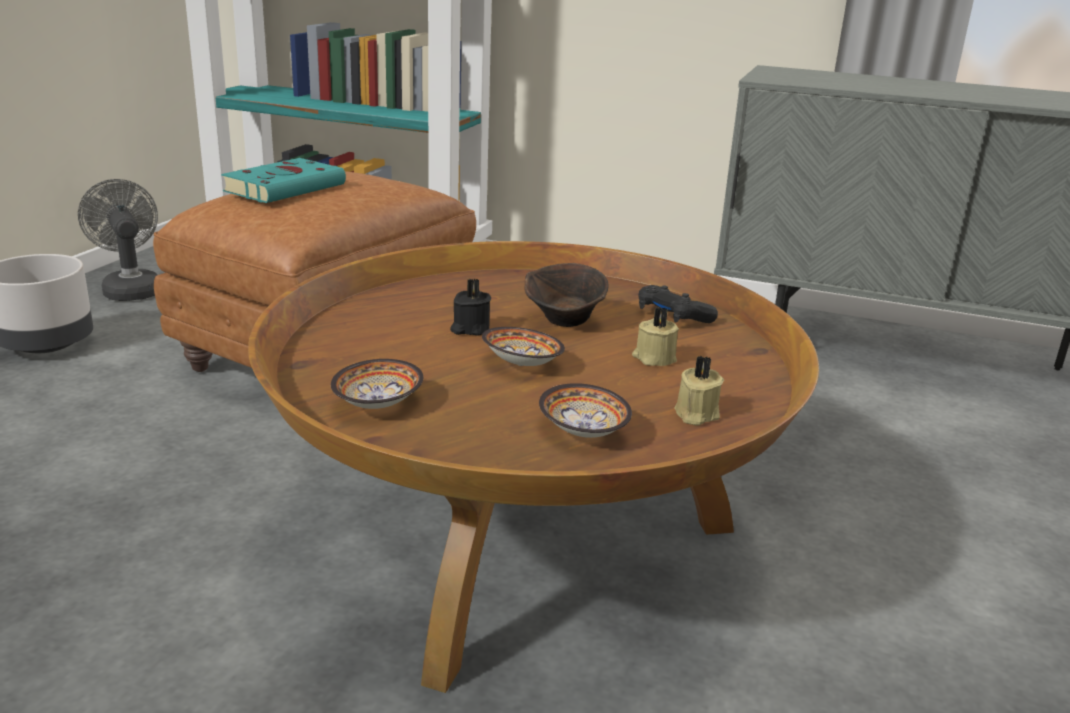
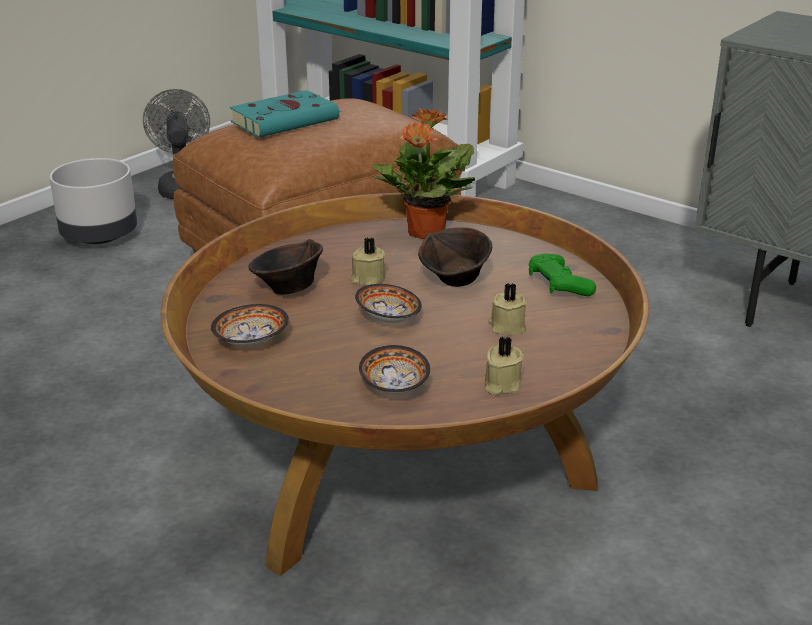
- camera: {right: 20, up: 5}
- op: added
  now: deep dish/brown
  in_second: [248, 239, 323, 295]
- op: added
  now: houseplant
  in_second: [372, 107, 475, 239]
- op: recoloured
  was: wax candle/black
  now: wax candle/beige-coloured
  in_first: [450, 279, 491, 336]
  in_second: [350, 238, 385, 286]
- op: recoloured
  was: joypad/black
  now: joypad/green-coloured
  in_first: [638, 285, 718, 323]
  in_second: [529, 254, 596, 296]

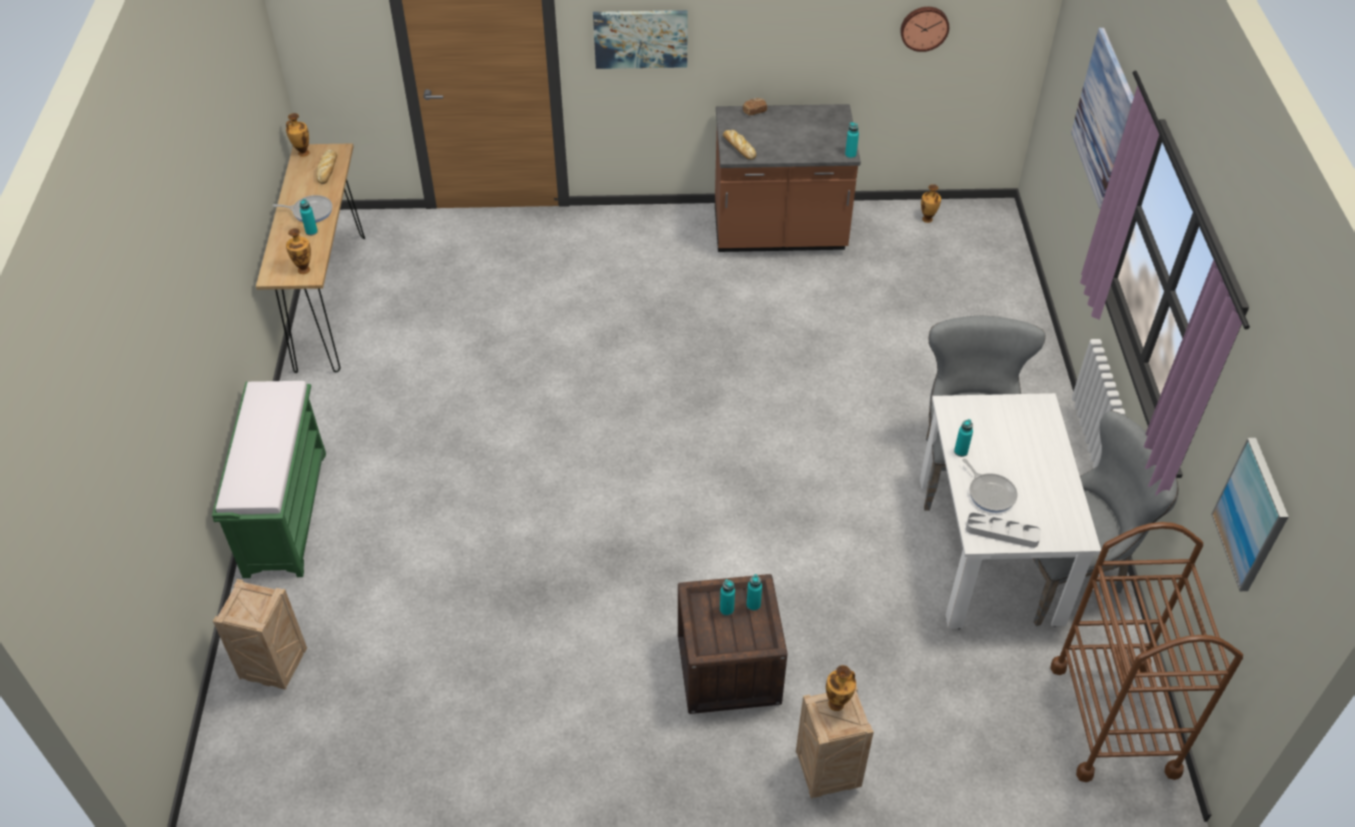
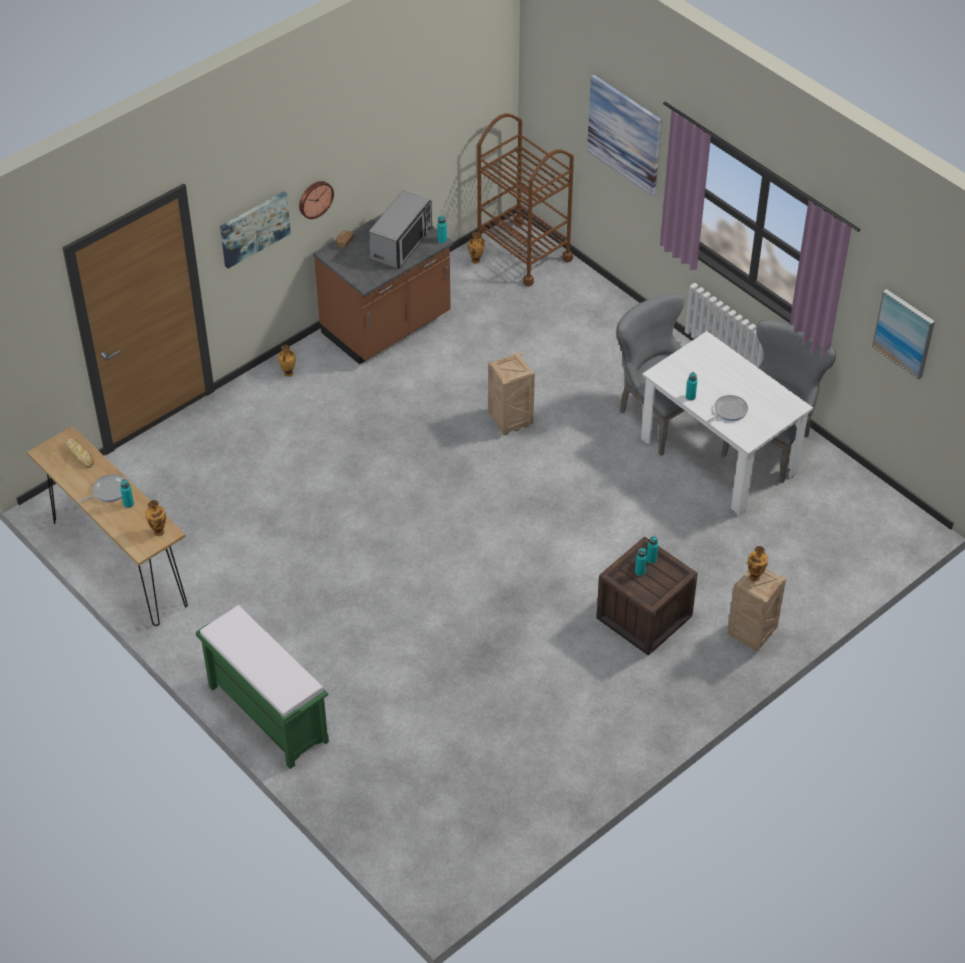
- camera: {right: -40, up: 0}
- op: removed
  was: baked bread
  in_first: [723, 130, 756, 160]
- op: removed
  was: serving tray/greyish
  in_first: [966, 512, 1041, 548]
- op: added
  now: kitchen microwave
  in_second: [369, 191, 432, 269]
- op: moved
  was: crate
  in_first: [213, 579, 307, 689]
  in_second: [488, 351, 535, 435]
- op: moved
  was: decorative vase
  in_first: [286, 113, 310, 157]
  in_second: [278, 345, 295, 377]
- op: moved
  was: clock on the wall
  in_first: [900, 7, 949, 52]
  in_second: [299, 181, 334, 219]
- op: moved
  was: trolley/brown
  in_first: [1050, 522, 1243, 782]
  in_second: [477, 113, 574, 287]
- op: turned
  was: skillet
  in_first: [962, 459, 1017, 513]
  in_second: [707, 395, 748, 423]
  clockwise: -60

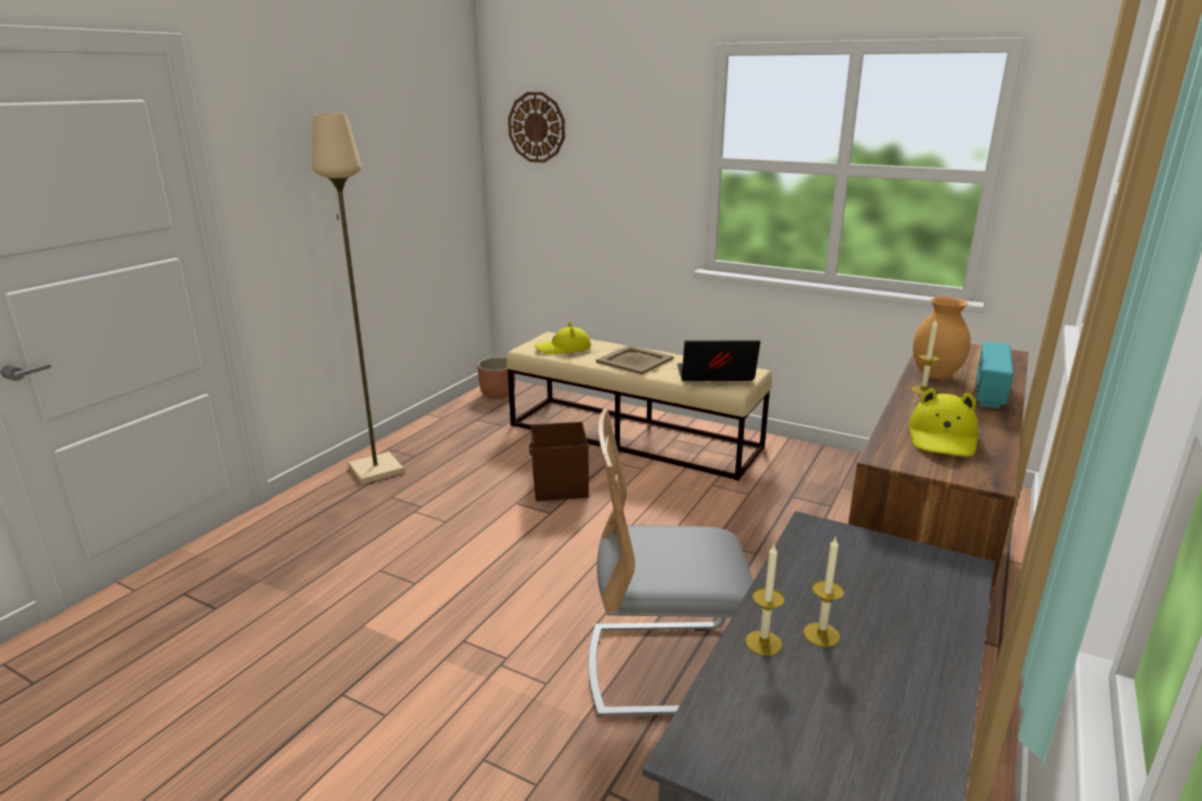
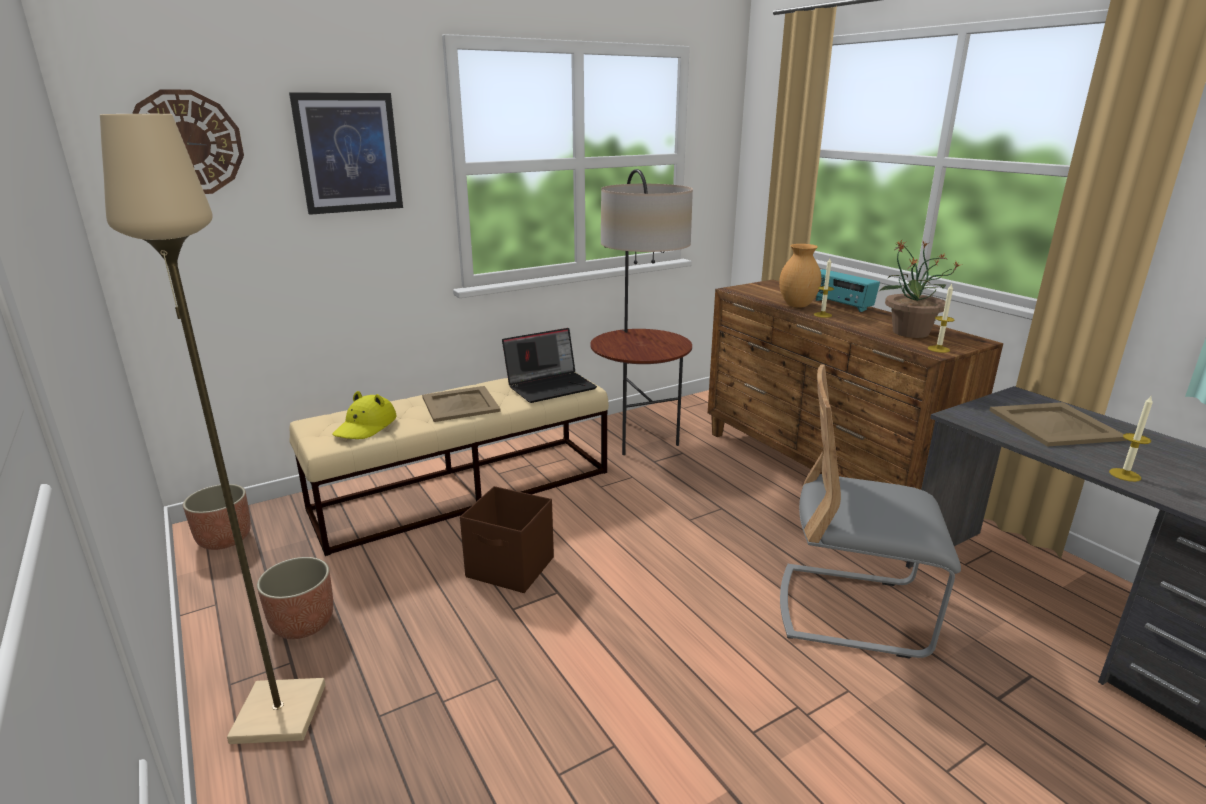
- camera: {right: -60, up: 0}
- op: added
  now: flower pot
  in_second: [257, 557, 333, 639]
- op: added
  now: wall picture
  in_second: [289, 92, 403, 215]
- op: added
  now: floor lamp
  in_second: [590, 169, 693, 455]
- op: added
  now: serving tray/beige-coloured
  in_second: [989, 402, 1127, 447]
- op: moved
  was: wax candle
  in_first: [803, 536, 844, 647]
  in_second: [928, 283, 955, 353]
- op: replaced
  was: wearable hat/yellowish
  now: houseplant
  in_first: [909, 388, 978, 457]
  in_second: [878, 241, 960, 338]
- op: turned
  was: chair/greyish
  in_first: [588, 409, 753, 717]
  in_second: [780, 364, 961, 658]
  clockwise: 75
- op: turned
  was: notebook computer
  in_first: [677, 340, 761, 381]
  in_second: [502, 328, 597, 403]
  clockwise: -150

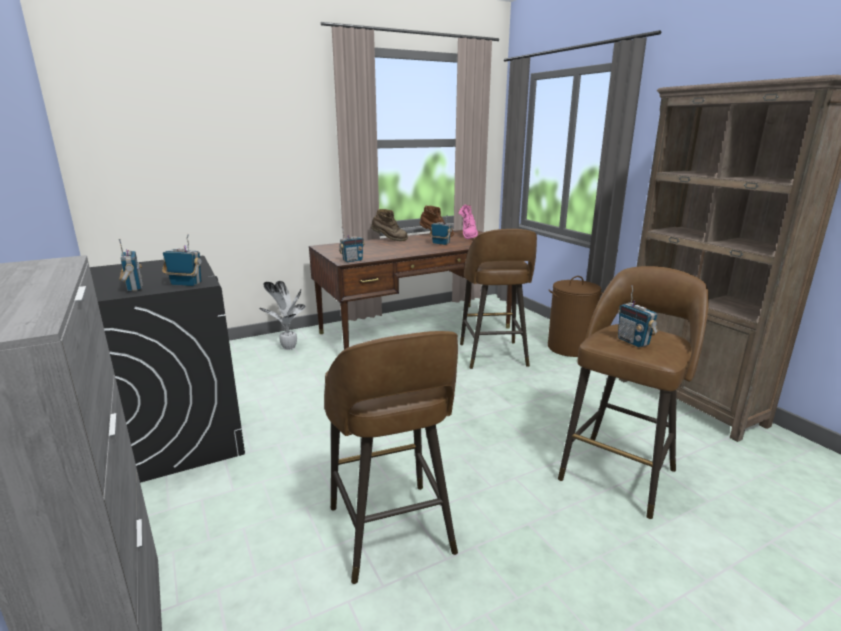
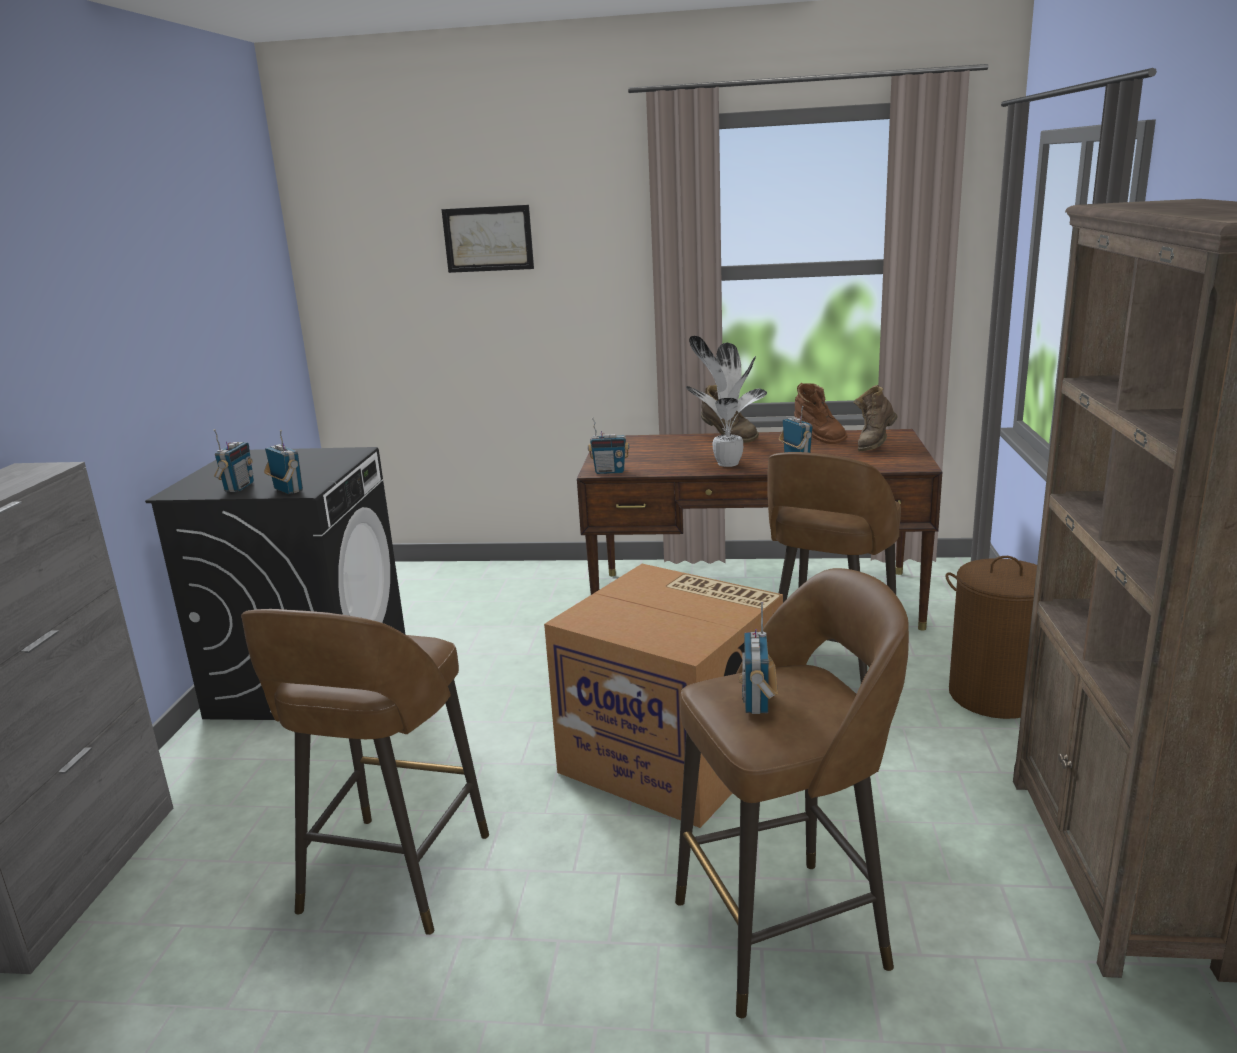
- camera: {right: 35, up: 0}
- op: added
  now: wall picture
  in_second: [441, 205, 534, 273]
- op: added
  now: carton
  in_second: [544, 564, 783, 828]
- op: moved
  was: houseplant
  in_first: [259, 281, 306, 350]
  in_second: [686, 336, 767, 467]
- op: recoloured
  was: boot/pink-coloured
  now: boot/brown
  in_first: [458, 204, 478, 239]
  in_second: [854, 385, 897, 451]

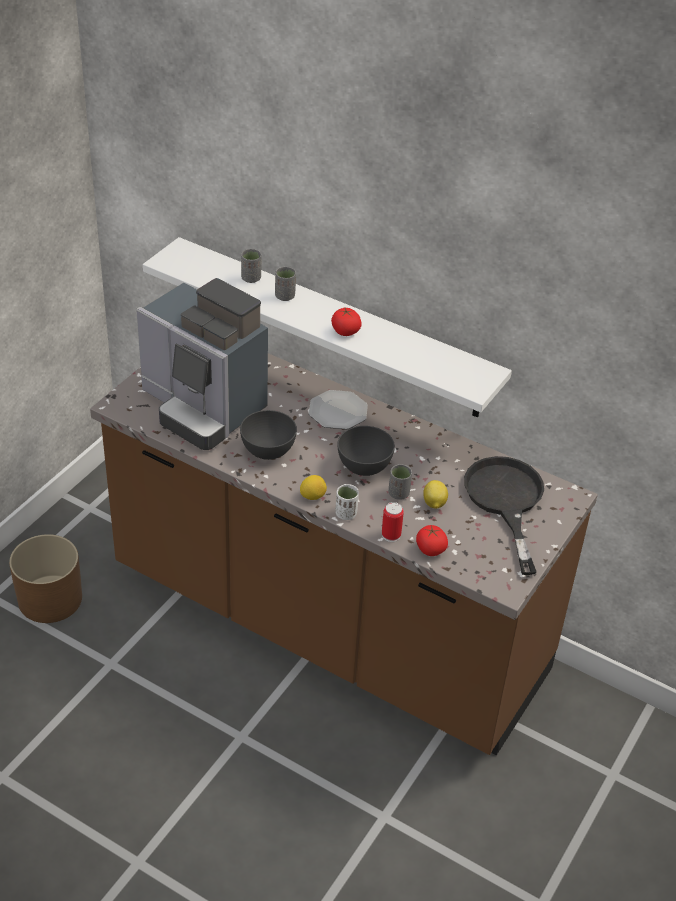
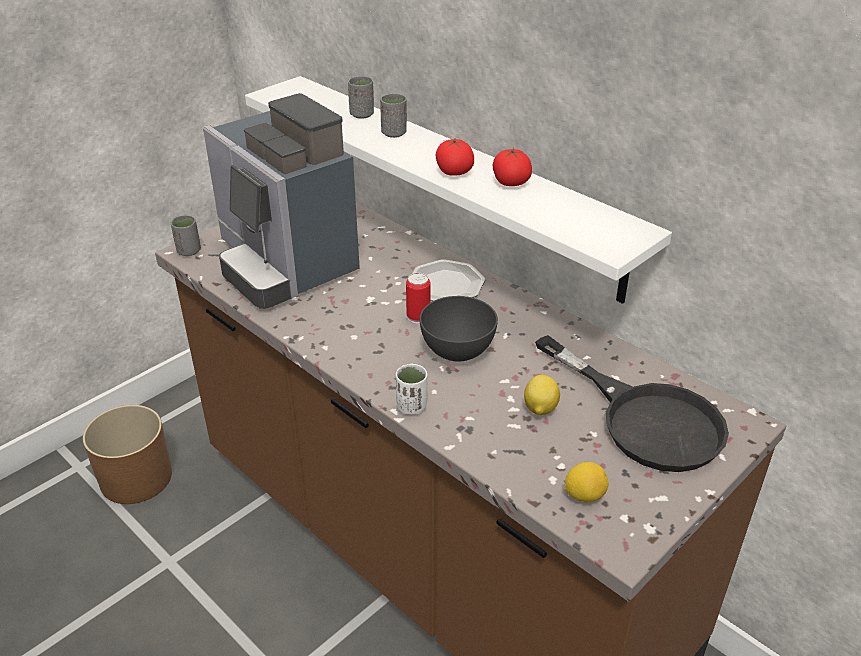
- camera: {right: 15, up: -5}
- op: removed
  was: deep dish/greyish
  in_first: [240, 410, 297, 460]
- op: moved
  was: citrus fruit
  in_first: [300, 475, 327, 500]
  in_second: [565, 462, 608, 502]
- op: moved
  was: can
  in_first: [382, 502, 404, 542]
  in_second: [406, 273, 430, 324]
- op: moved
  was: drinking cup/greyish
  in_first: [389, 464, 412, 500]
  in_second: [171, 215, 201, 256]
- op: moved
  was: whole tomato
  in_first: [416, 525, 448, 556]
  in_second: [493, 148, 532, 186]
- op: turned
  was: skillet/black
  in_first: [464, 456, 544, 575]
  in_second: [535, 335, 729, 472]
  clockwise: 135

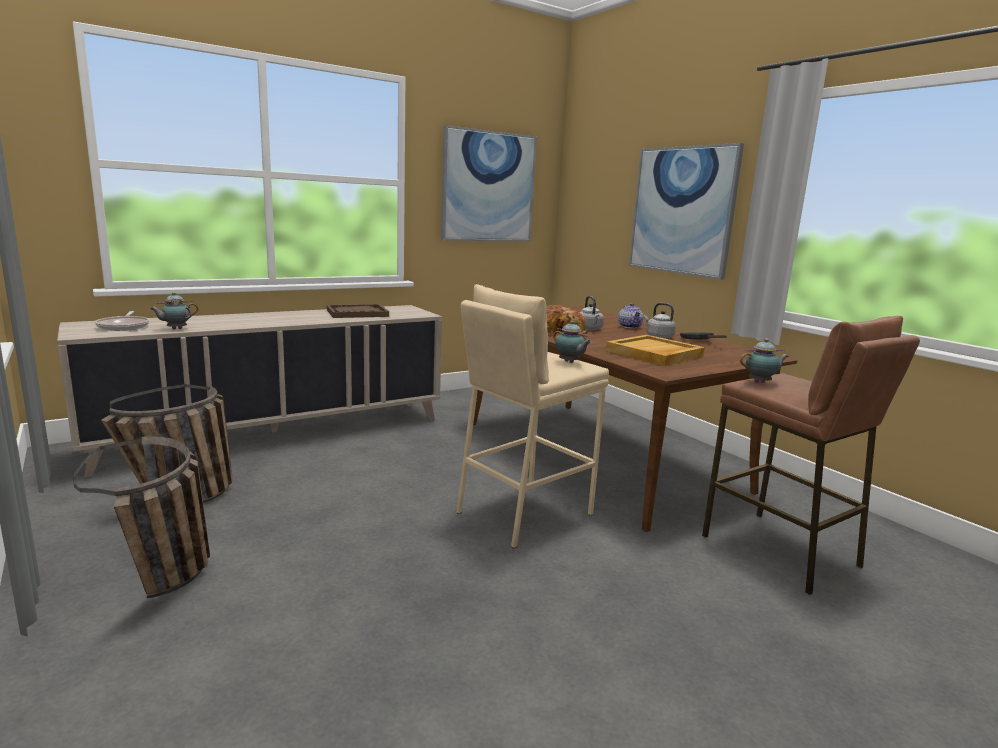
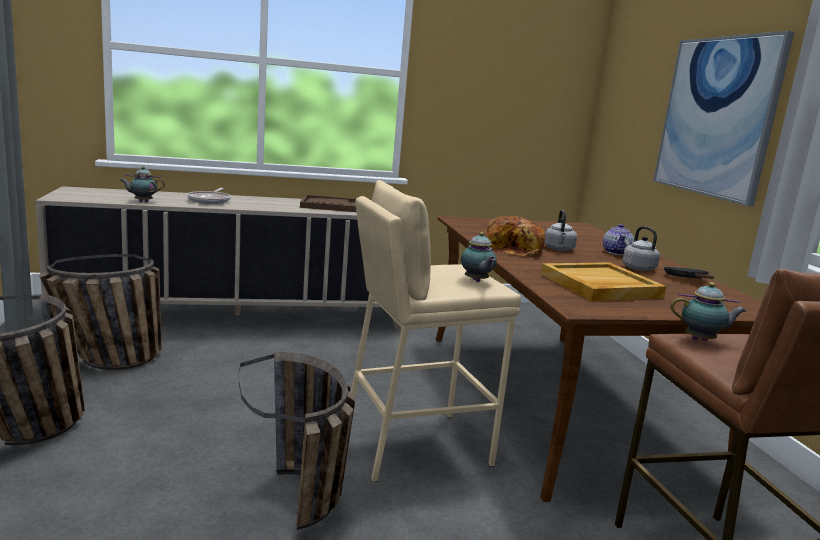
- camera: {right: 20, up: 0}
- op: removed
  was: wall picture
  in_first: [441, 125, 537, 242]
- op: added
  now: basket
  in_second: [239, 352, 355, 530]
- op: moved
  was: skillet
  in_first: [95, 311, 149, 331]
  in_second: [187, 188, 231, 204]

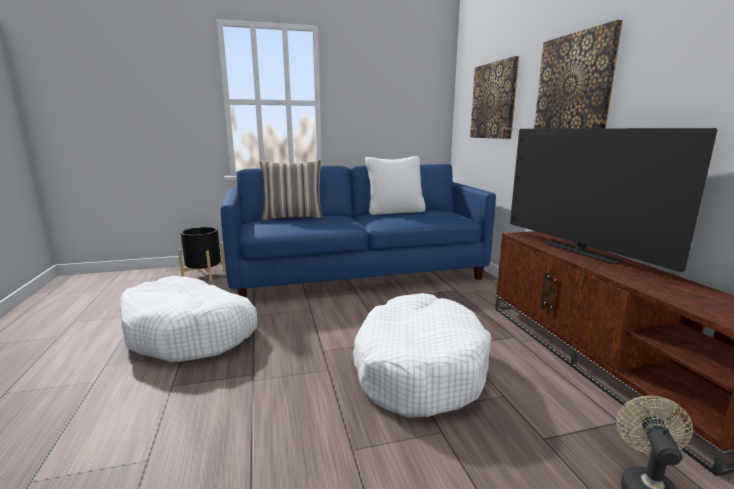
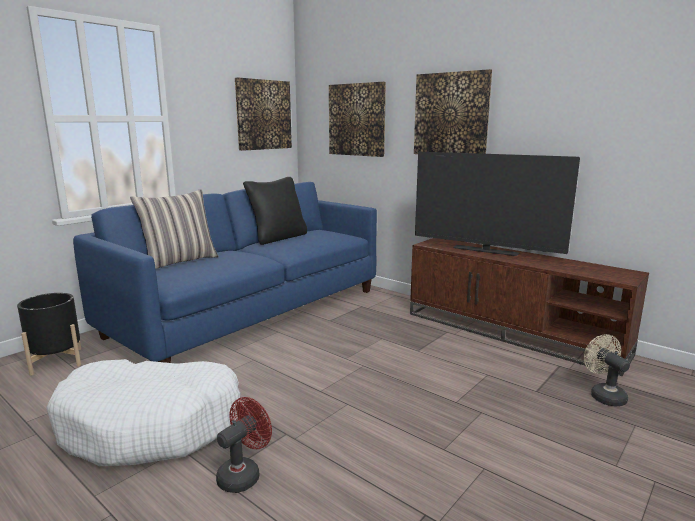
- camera: {right: -35, up: 0}
- op: removed
  was: pet bed/white-coloured
  in_first: [353, 293, 491, 418]
- op: added
  now: electric fan/red-coloured
  in_second: [216, 397, 272, 493]
- op: added
  now: wall picture
  in_second: [235, 77, 292, 151]
- op: recoloured
  was: throw pillow/white-coloured
  now: throw pillow/black
  in_first: [365, 156, 426, 215]
  in_second: [243, 177, 307, 245]

